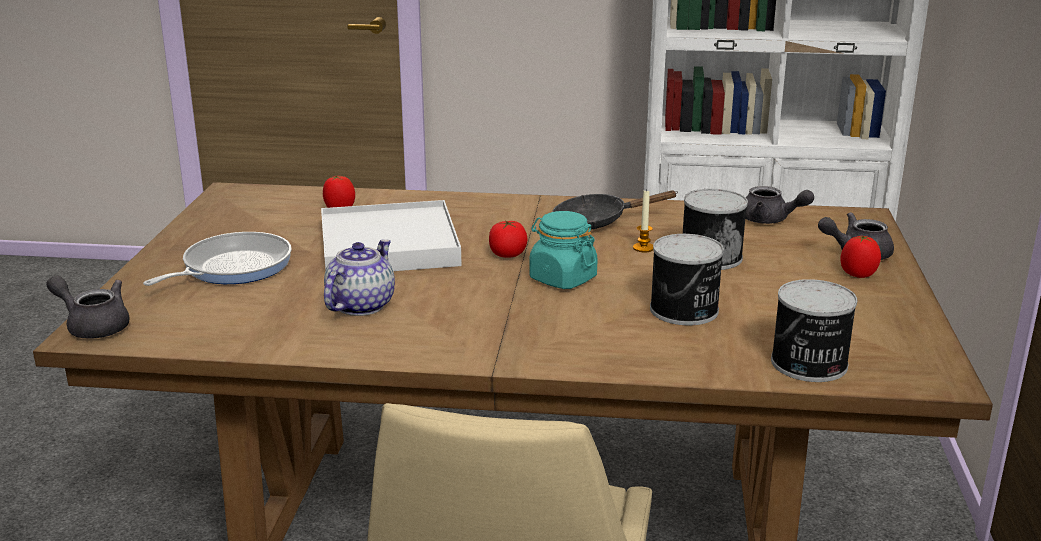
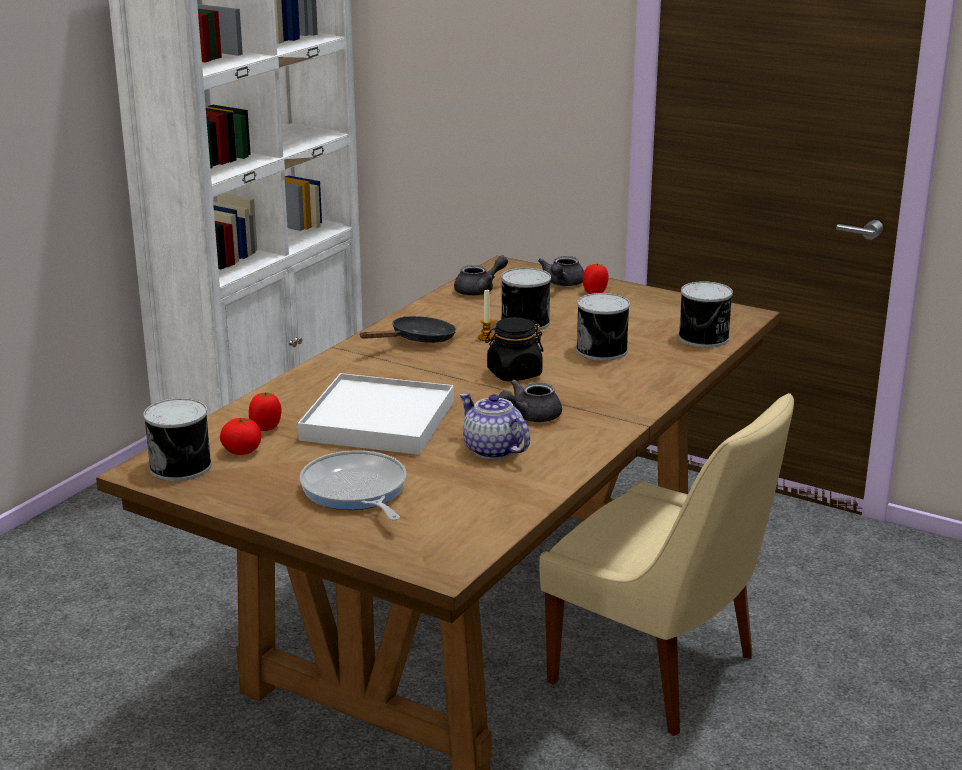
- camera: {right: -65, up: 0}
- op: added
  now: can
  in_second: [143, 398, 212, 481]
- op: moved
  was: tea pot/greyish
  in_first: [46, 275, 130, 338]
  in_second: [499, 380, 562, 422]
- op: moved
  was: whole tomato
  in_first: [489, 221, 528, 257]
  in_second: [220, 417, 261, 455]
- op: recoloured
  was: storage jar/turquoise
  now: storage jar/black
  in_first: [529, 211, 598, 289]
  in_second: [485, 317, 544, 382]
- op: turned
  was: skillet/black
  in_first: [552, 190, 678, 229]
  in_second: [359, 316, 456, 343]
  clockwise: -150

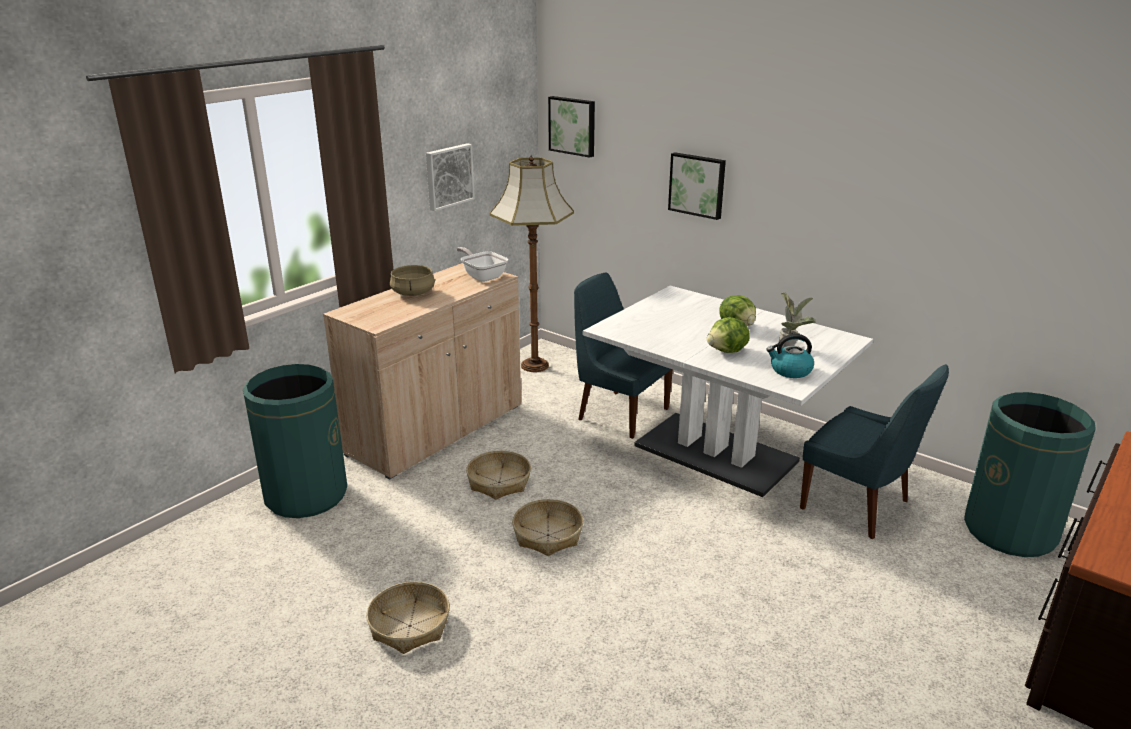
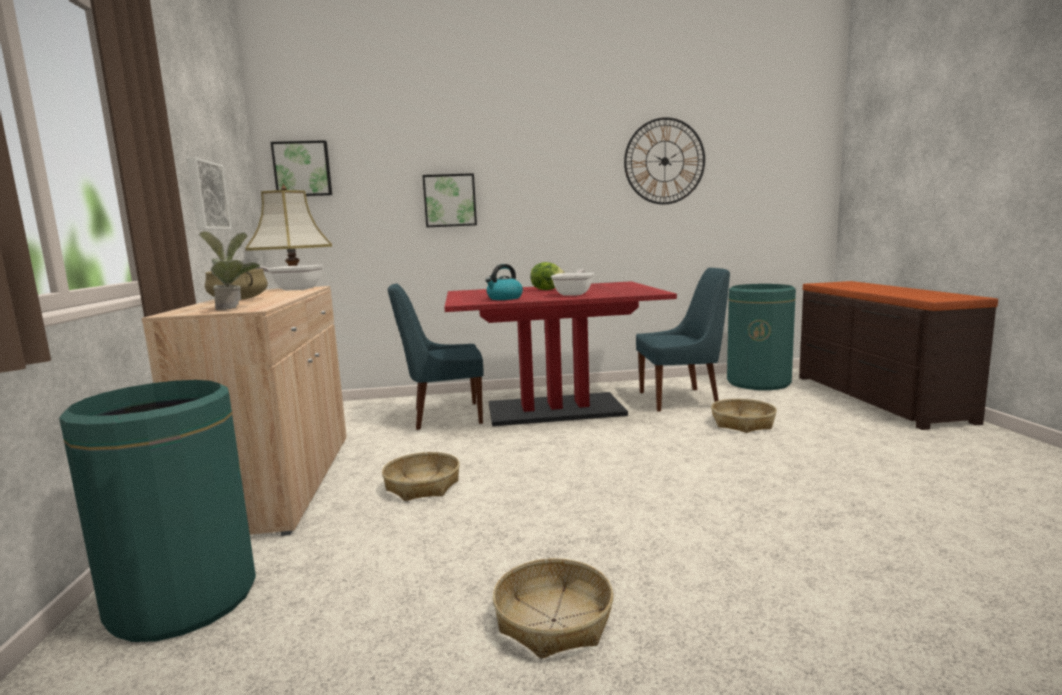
- camera: {right: -45, up: -15}
- op: added
  now: clock on the wall
  in_second: [624, 117, 705, 204]
- op: moved
  was: basket
  in_first: [512, 499, 583, 556]
  in_second: [711, 399, 777, 433]
- op: moved
  was: tea kettle
  in_first: [766, 334, 814, 378]
  in_second: [485, 264, 523, 300]
- op: moved
  was: houseplant
  in_first: [779, 292, 816, 348]
  in_second: [199, 231, 260, 311]
- op: replaced
  was: head of lettuce
  now: skillet
  in_first: [707, 317, 750, 353]
  in_second: [551, 270, 594, 295]
- op: recoloured
  was: dining table/white-coloured
  now: dining table/red-coloured
  in_first: [583, 286, 873, 497]
  in_second: [444, 281, 677, 426]

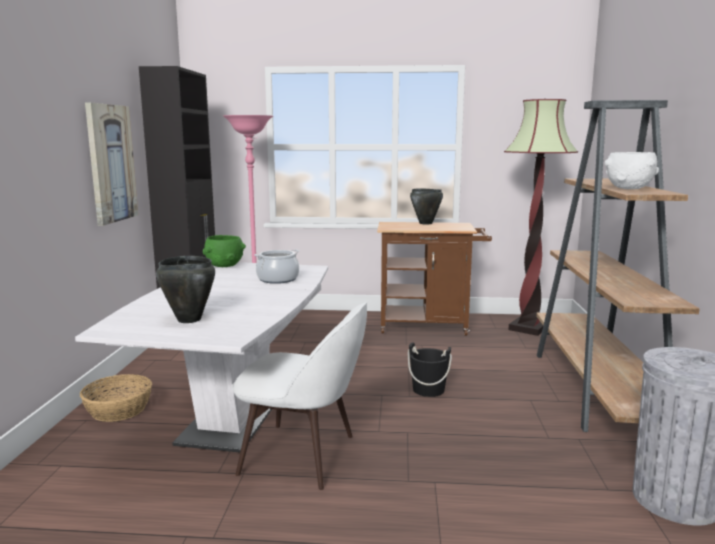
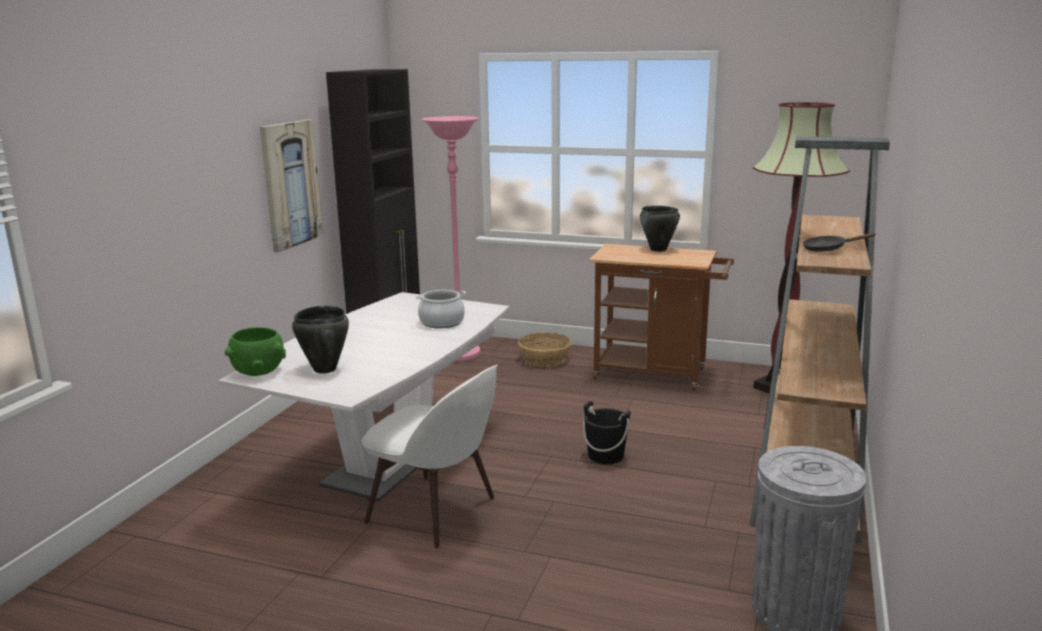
- camera: {right: 15, up: 5}
- op: moved
  was: basket
  in_first: [80, 374, 152, 422]
  in_second: [518, 332, 572, 367]
- op: moved
  was: deep dish/green-coloured
  in_first: [203, 235, 246, 267]
  in_second: [225, 327, 286, 376]
- op: replaced
  was: deep dish/white-coloured
  now: skillet/black
  in_first: [604, 152, 659, 189]
  in_second: [803, 233, 876, 252]

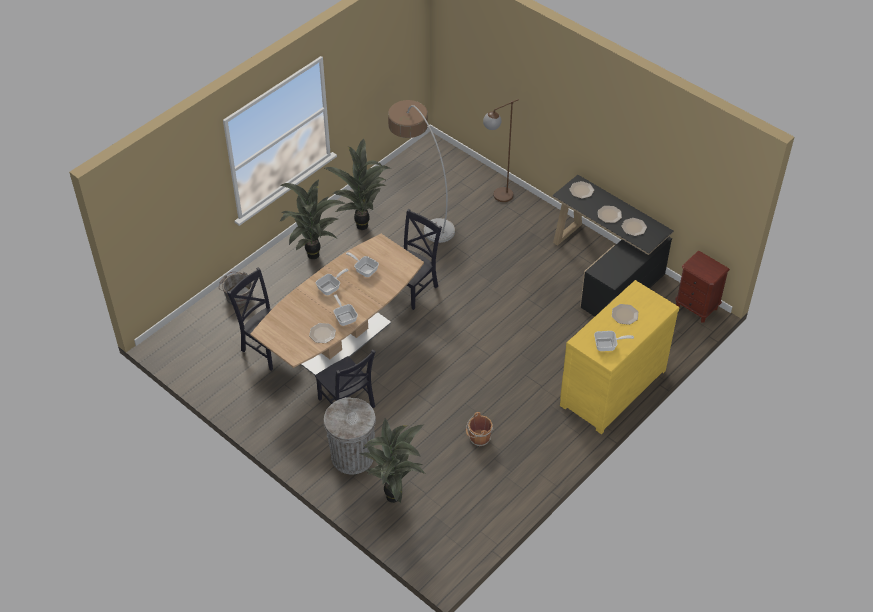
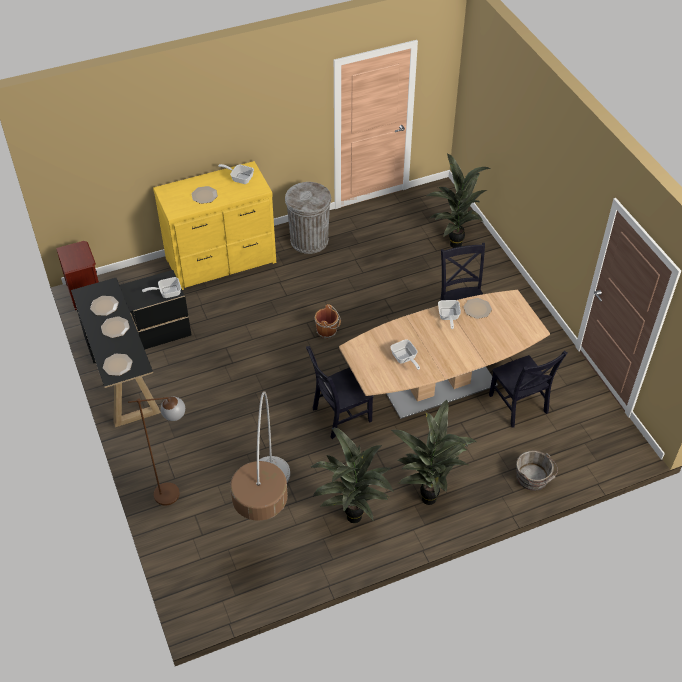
- camera: {right: -155, up: 0}
- op: moved
  was: skillet
  in_first: [315, 268, 348, 295]
  in_second: [142, 277, 181, 298]
- op: moved
  was: rubbish bin/greyish
  in_first: [324, 397, 376, 474]
  in_second: [285, 182, 331, 254]
- op: moved
  was: bucket/brown
  in_first: [466, 412, 493, 446]
  in_second: [315, 304, 341, 339]

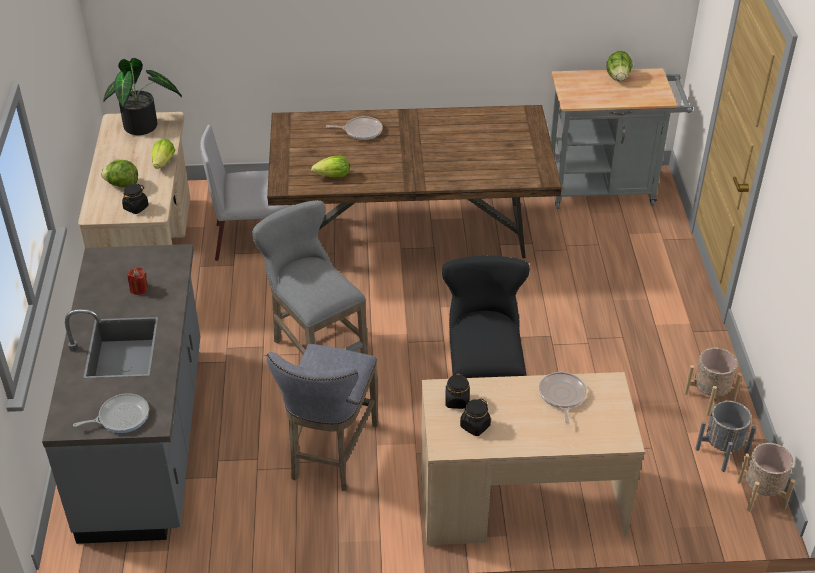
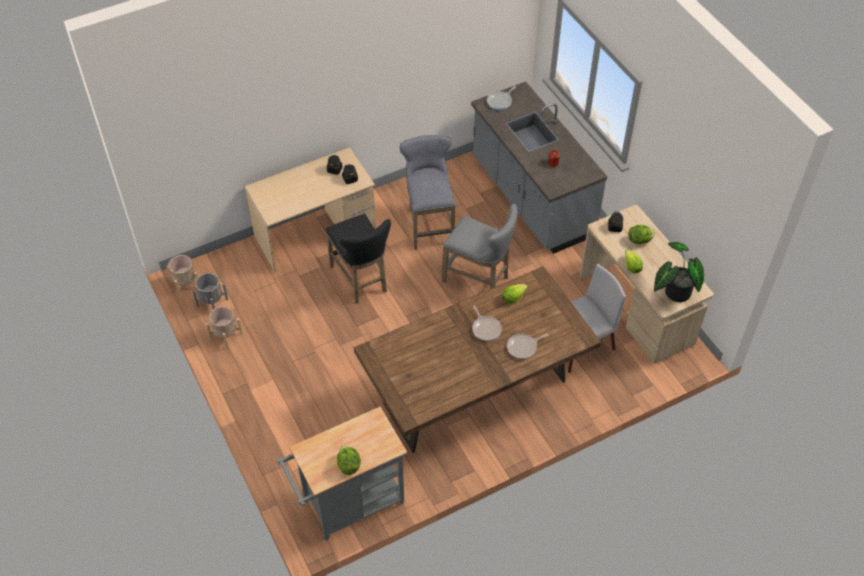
- camera: {right: 155, up: 10}
- op: moved
  was: skillet
  in_first: [539, 372, 586, 424]
  in_second: [472, 306, 502, 341]

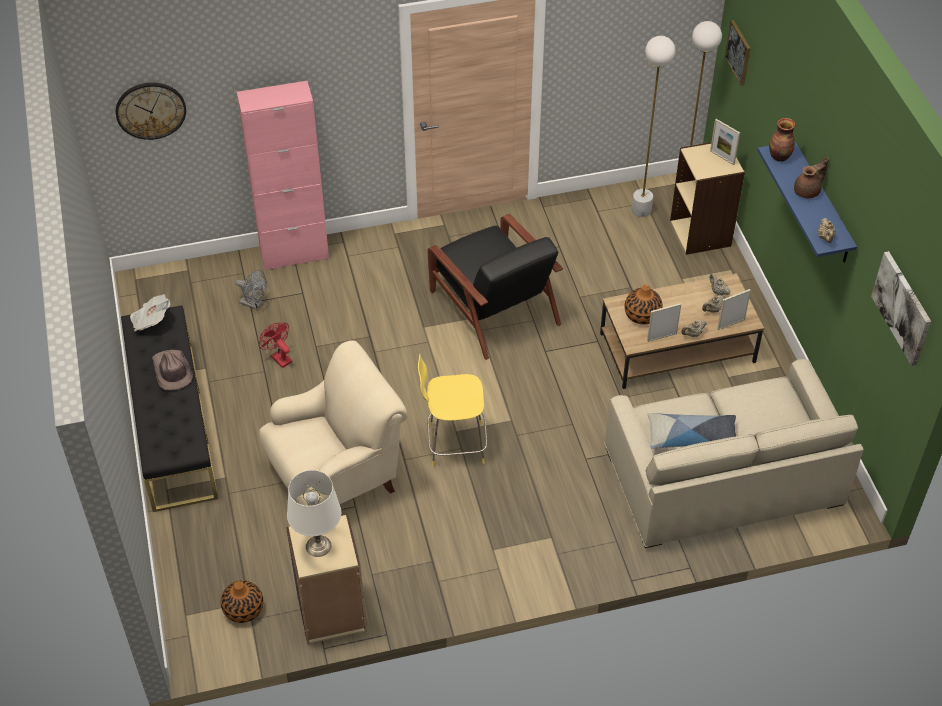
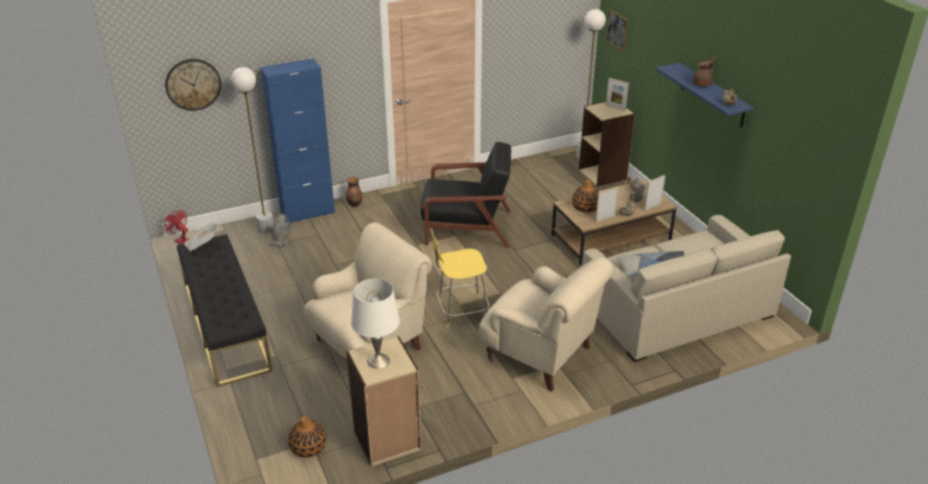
- camera: {right: -10, up: -15}
- op: removed
  was: wearable hat/brown
  in_first: [152, 350, 193, 390]
- op: removed
  was: wall picture
  in_first: [871, 251, 931, 366]
- op: added
  now: armchair/beige-coloured
  in_second: [479, 257, 614, 392]
- op: moved
  was: electric fan/red-coloured
  in_first: [259, 323, 292, 368]
  in_second: [164, 210, 189, 245]
- op: moved
  was: floor lamp/white-coloured
  in_first: [632, 36, 675, 217]
  in_second: [231, 67, 274, 234]
- op: moved
  was: decorative vase
  in_first: [769, 118, 795, 162]
  in_second: [346, 177, 362, 207]
- op: recoloured
  was: storage cabinet/pink-coloured
  now: storage cabinet/bluish
  in_first: [237, 81, 329, 270]
  in_second: [260, 58, 335, 223]
- op: turned
  was: armchair/black
  in_first: [427, 214, 563, 360]
  in_second: [421, 141, 511, 248]
  clockwise: -45

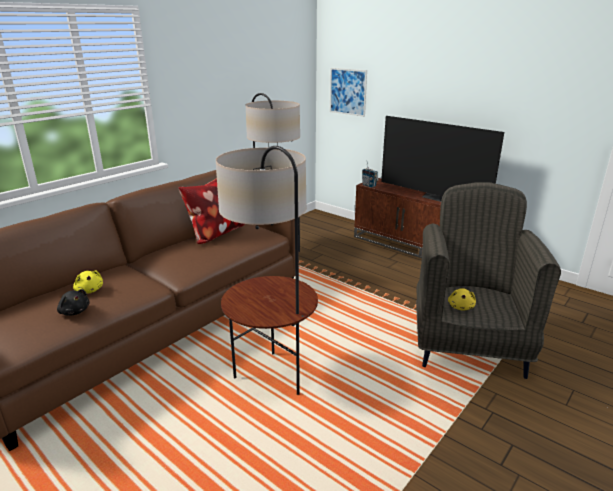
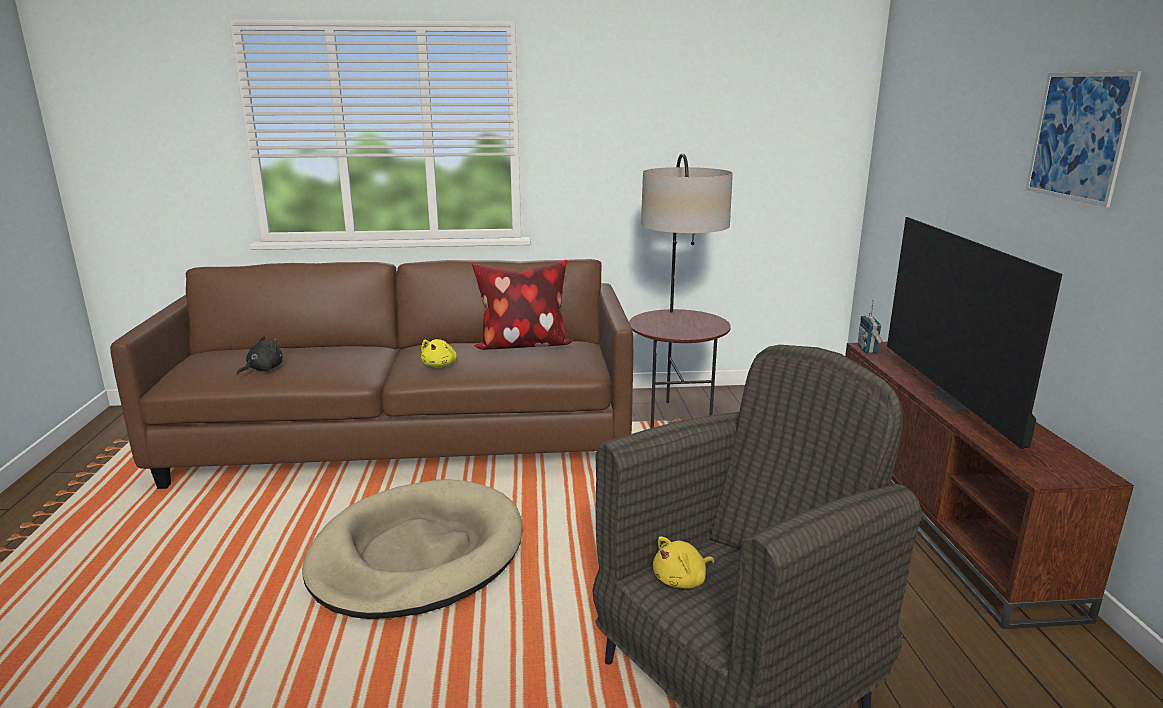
- camera: {right: 45, up: -5}
- op: moved
  was: plush toy/yellowish
  in_first: [73, 271, 103, 294]
  in_second: [421, 339, 457, 367]
- op: moved
  was: wall picture
  in_first: [330, 68, 367, 117]
  in_second: [1026, 71, 1141, 207]
- op: replaced
  was: floor lamp
  now: pet bed/beige-coloured
  in_first: [216, 146, 318, 395]
  in_second: [302, 479, 523, 619]
- op: turned
  was: plush toy/black
  in_first: [57, 289, 90, 316]
  in_second: [237, 336, 283, 375]
  clockwise: -135

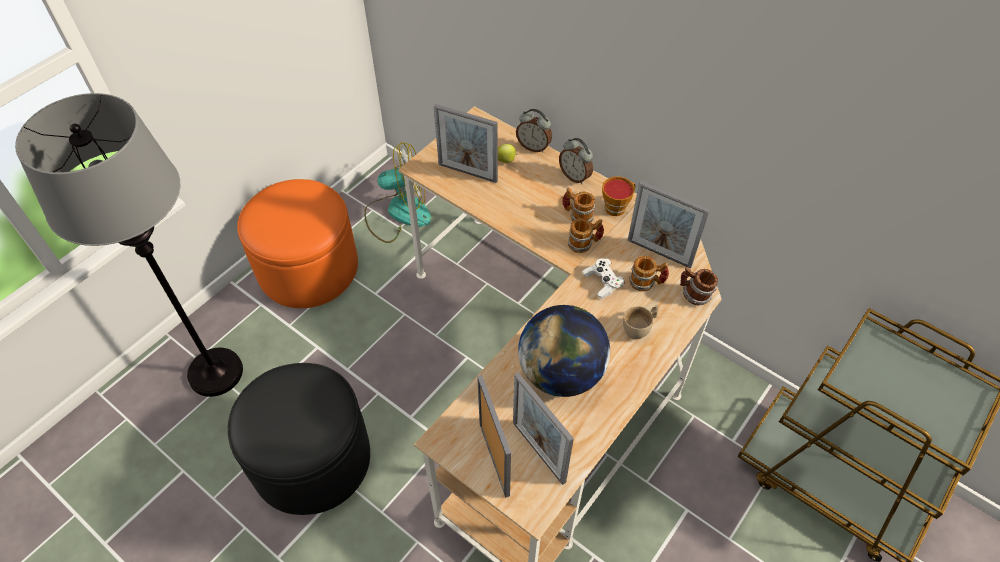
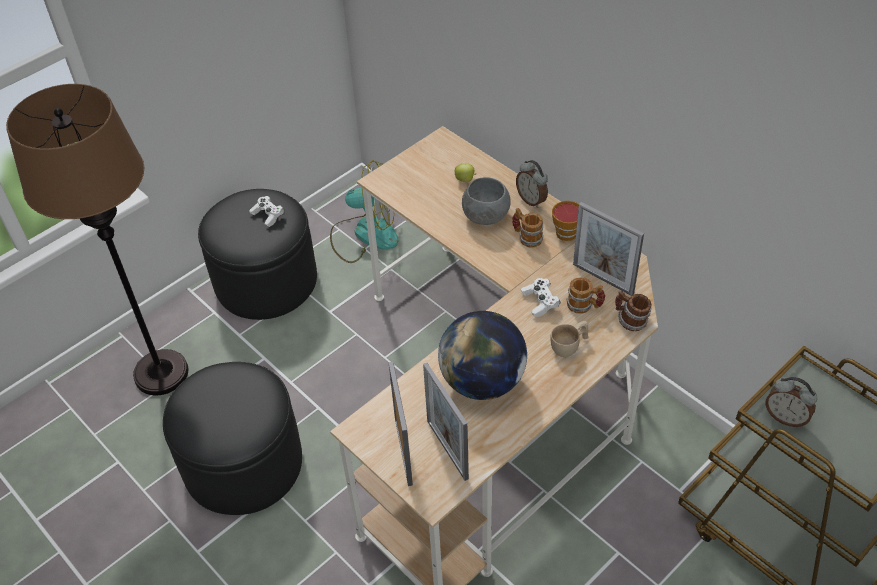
- camera: {right: 10, up: -5}
- op: removed
  was: picture frame
  in_first: [434, 104, 498, 183]
- op: removed
  was: mug
  in_first: [568, 218, 604, 253]
- op: added
  now: joypad/white-coloured
  in_second: [249, 196, 284, 227]
- op: added
  now: deep dish/greyish
  in_second: [462, 178, 511, 225]
- op: moved
  was: table clock
  in_first: [516, 109, 552, 152]
  in_second: [765, 377, 817, 427]
- op: recoloured
  was: floor lamp/greyish
  now: floor lamp/brown
  in_first: [15, 93, 243, 397]
  in_second: [6, 84, 188, 395]
- op: recoloured
  was: ottoman/orange-coloured
  now: ottoman/black
  in_first: [237, 179, 358, 308]
  in_second: [198, 189, 317, 320]

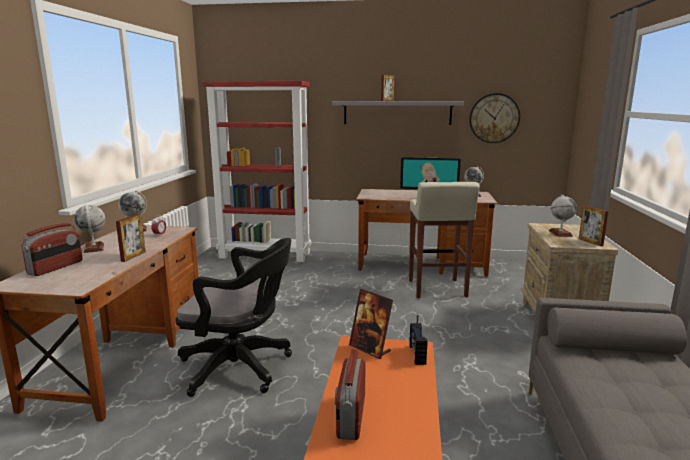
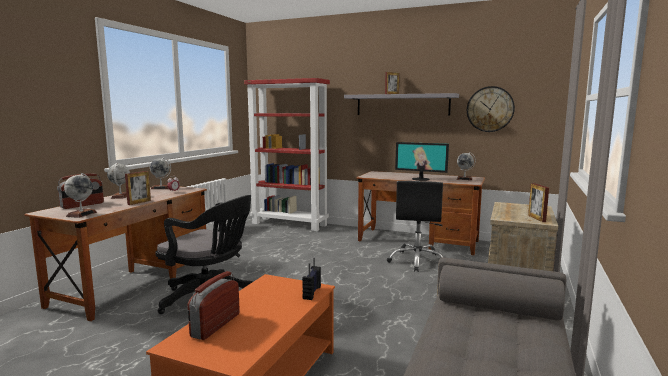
- camera: {right: 15, up: -5}
- op: removed
  was: picture frame
  in_first: [349, 289, 393, 359]
- op: moved
  was: desk globe
  in_first: [549, 194, 577, 237]
  in_second: [64, 173, 97, 218]
- op: replaced
  was: sitting stool/beige-coloured
  now: computer chair/black
  in_first: [409, 182, 480, 298]
  in_second: [387, 181, 443, 272]

